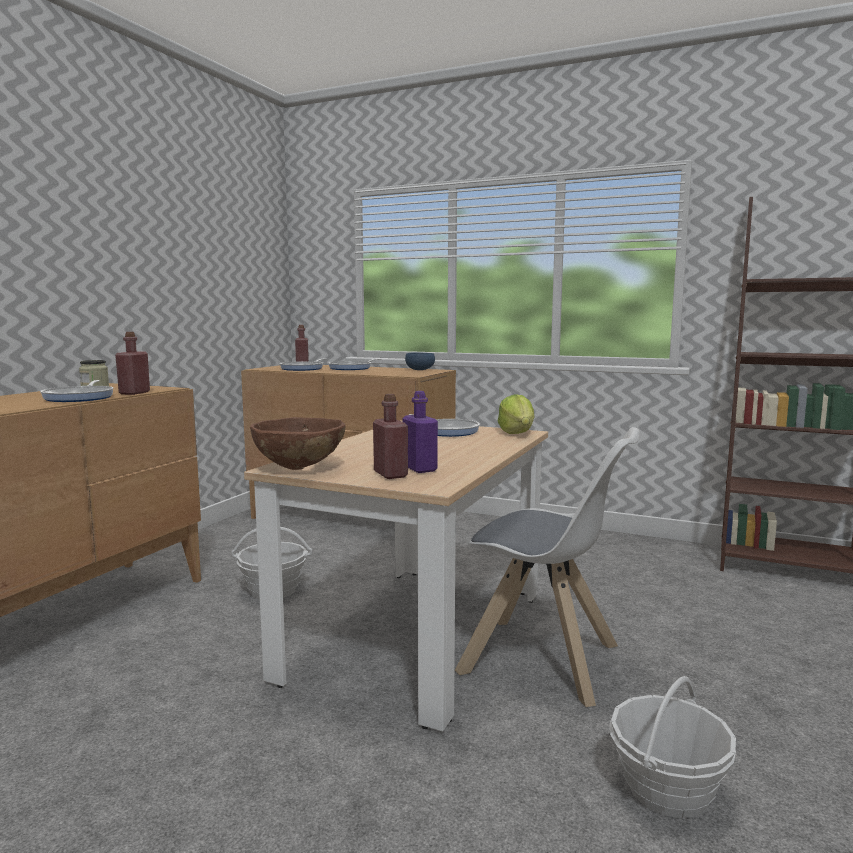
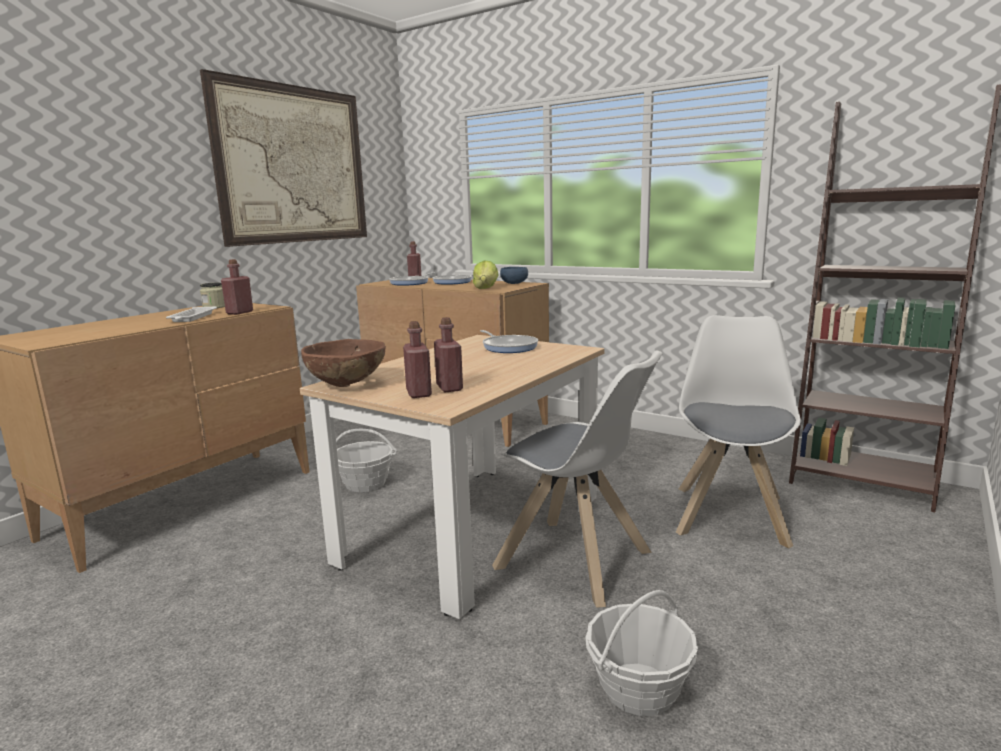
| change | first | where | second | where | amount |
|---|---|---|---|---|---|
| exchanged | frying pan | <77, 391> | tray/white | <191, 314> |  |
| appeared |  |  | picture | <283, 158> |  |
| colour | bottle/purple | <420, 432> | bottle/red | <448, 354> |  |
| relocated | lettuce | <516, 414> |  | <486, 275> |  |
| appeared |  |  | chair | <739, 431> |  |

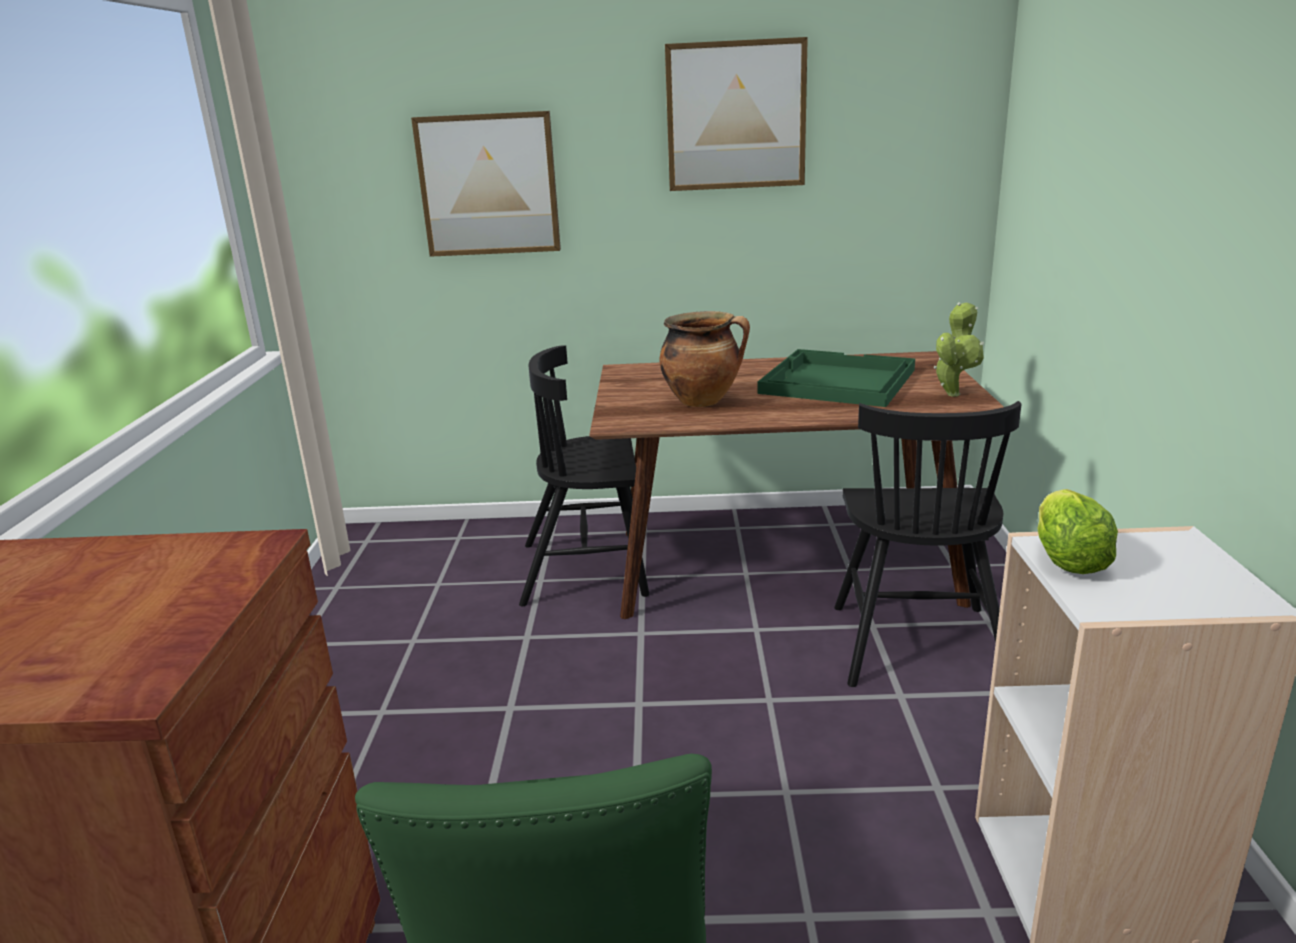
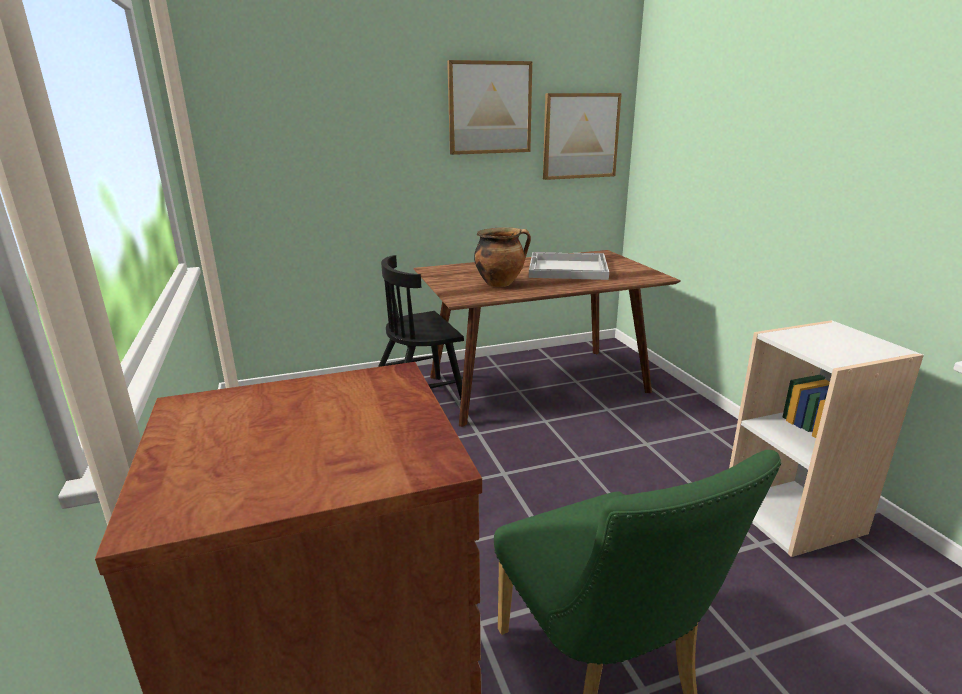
| change | first | where | second | where | amount |
|---|---|---|---|---|---|
| colour | tray/green | <836, 378> | tray/white | <569, 266> |  |
| relocated | picture | <486, 184> |  | <582, 136> |  |
| missing | chair/black | <928, 544> |  |  |  |
| missing | potted plant | <959, 349> |  |  |  |
| missing | lettuce | <1077, 531> |  |  |  |

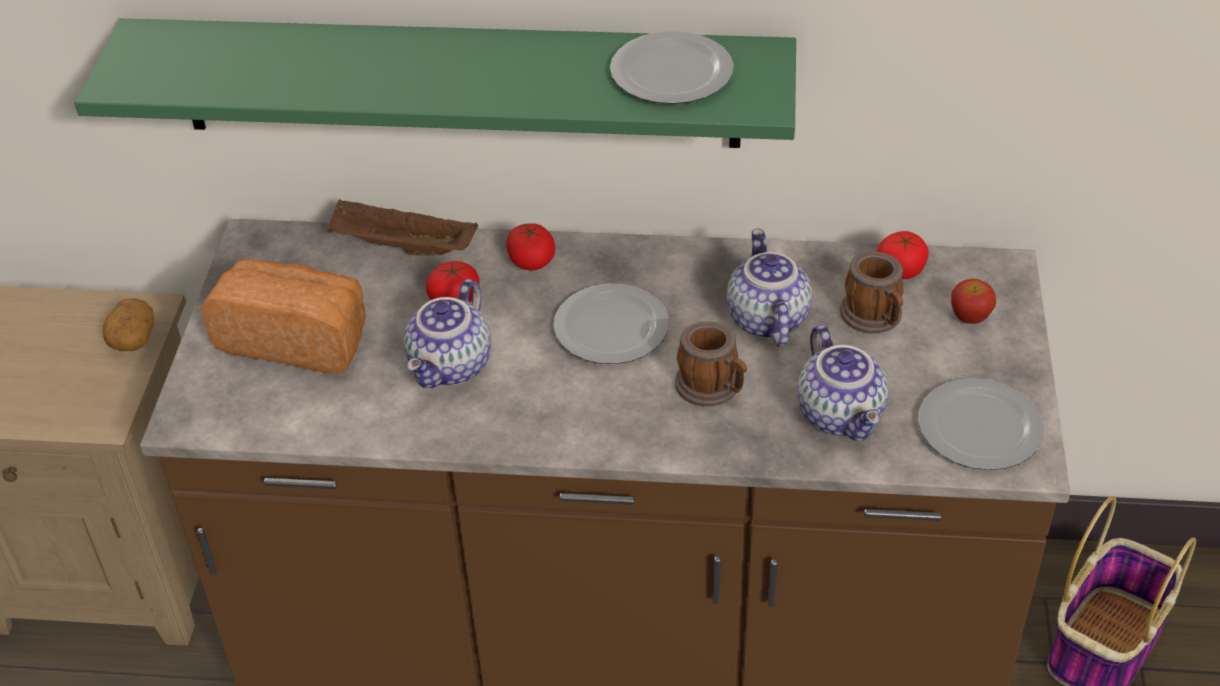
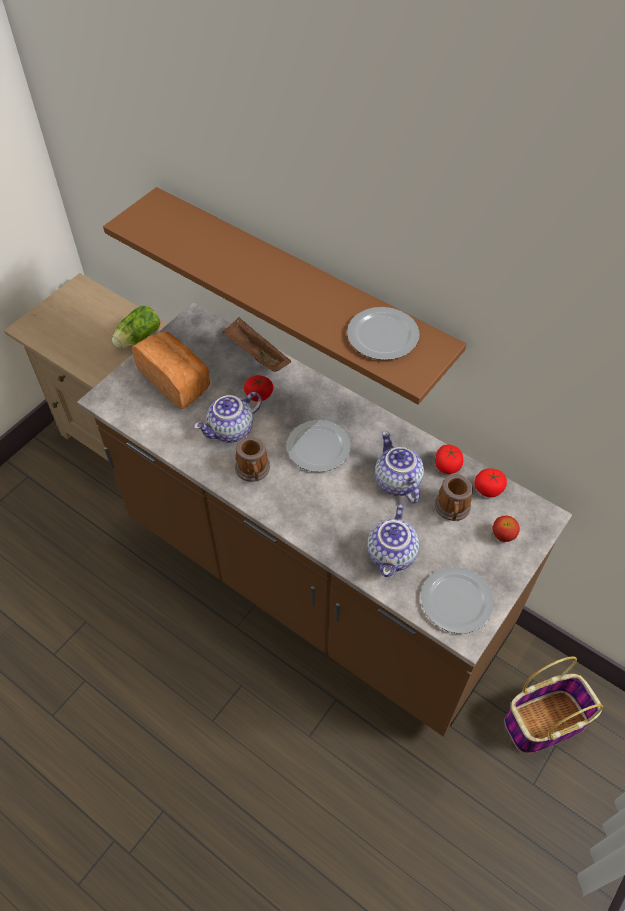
| change | first | where | second | where | amount |
|---|---|---|---|---|---|
| colour | shelf/green | <435, 83> | shelf/brown | <284, 296> |  |
| exchanged | potato | <128, 324> | lettuce | <136, 327> |  |
| relocated | mug | <711, 364> |  | <252, 459> |  |
| spun | teapot | <769, 288> |  | <399, 467> | 45 degrees counterclockwise |
| relocated | tomato | <530, 246> |  | <449, 459> |  |

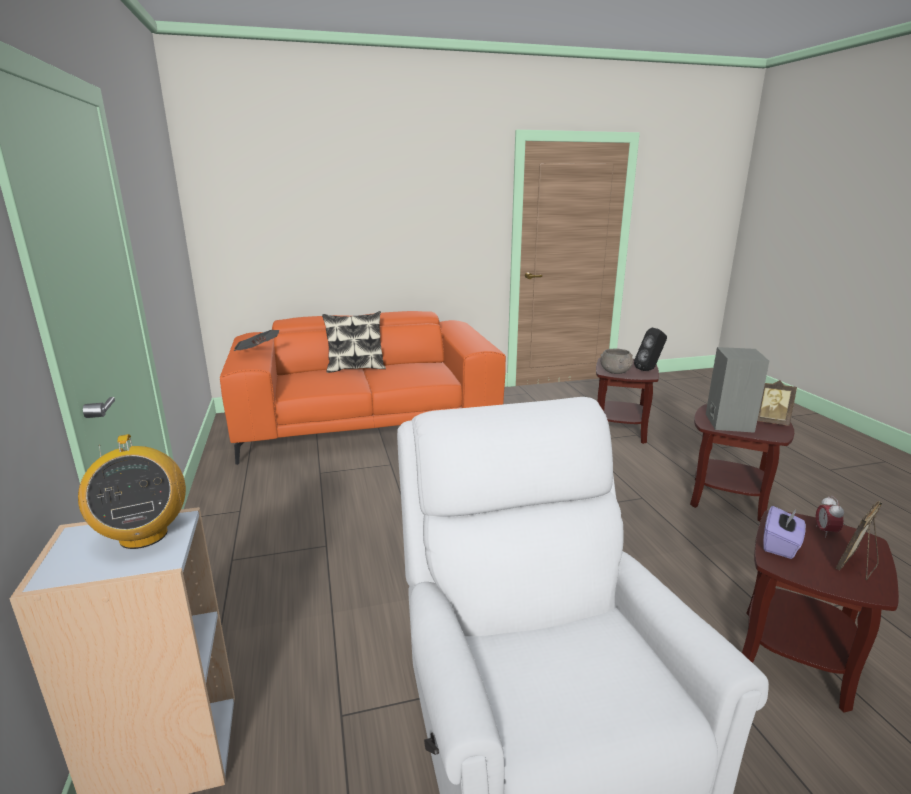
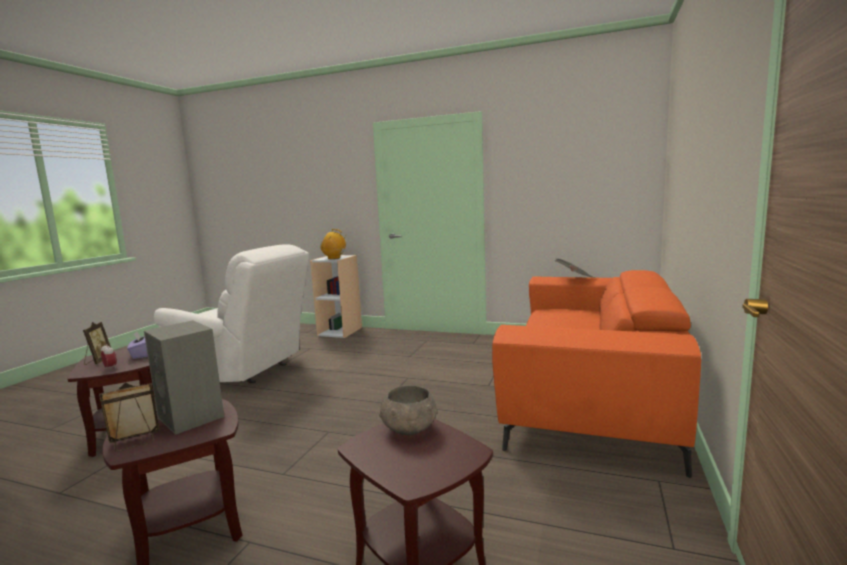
| change | first | where | second | where | amount |
|---|---|---|---|---|---|
| missing | pillow | <354, 342> |  |  |  |
| missing | speaker/black | <650, 349> |  |  |  |

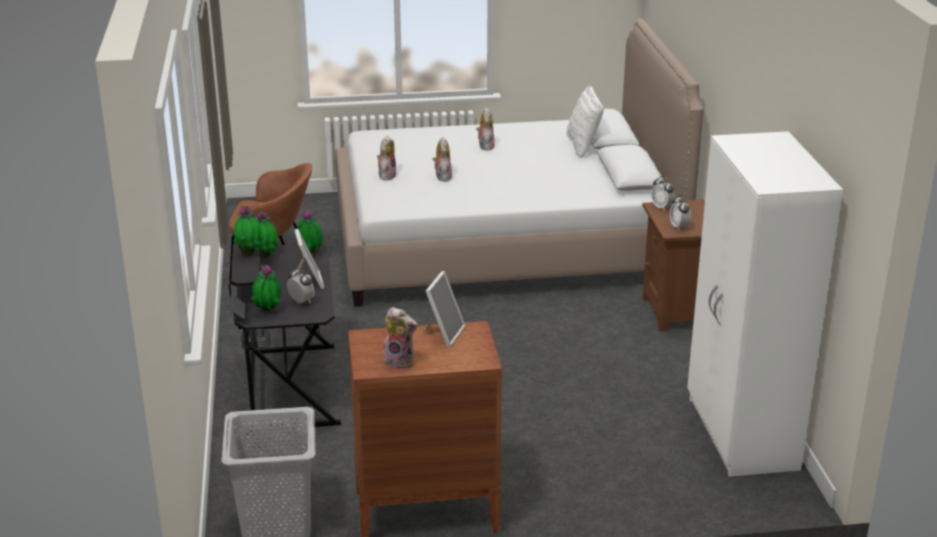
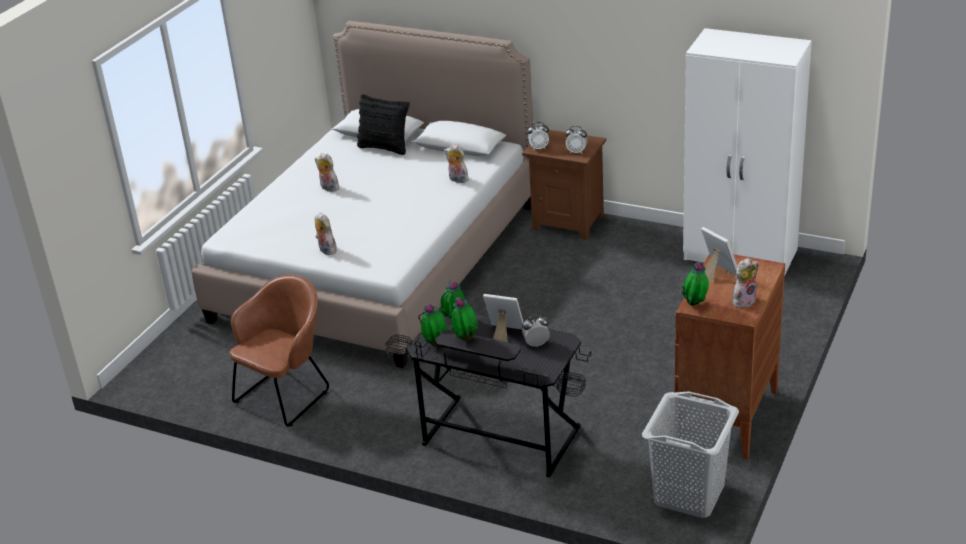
| change | first | where | second | where | amount |
|---|---|---|---|---|---|
| colour | pillow/white | <585, 122> | pillow/black | <383, 124> |  |
| relocated | plush toy | <442, 158> |  | <456, 163> |  |
| relocated | potted plant | <266, 288> |  | <695, 284> |  |

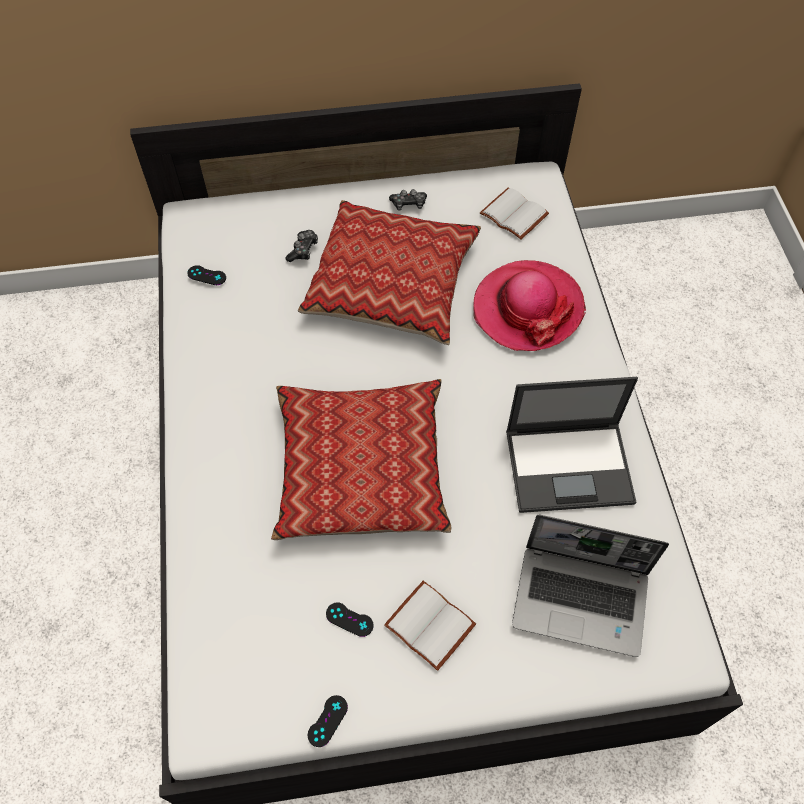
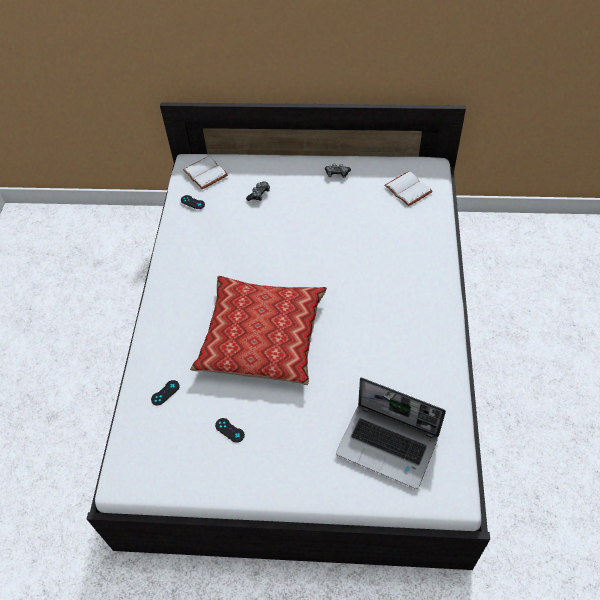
| change | first | where | second | where | amount |
|---|---|---|---|---|---|
| relocated | game controller/black | <328, 721> |  | <165, 393> |  |
| relocated | book/white | <430, 626> |  | <205, 172> |  |
| missing | pillow | <389, 272> |  |  |  |
| missing | hat | <529, 305> |  |  |  |
| missing | laptop | <572, 445> |  |  |  |

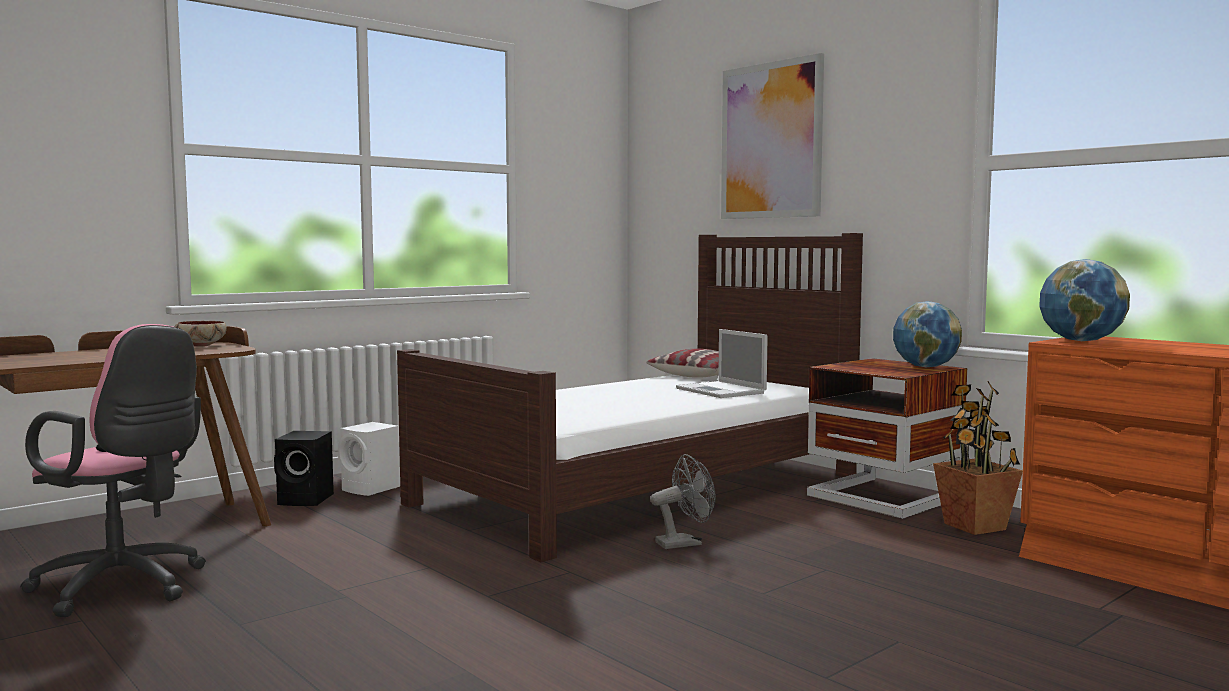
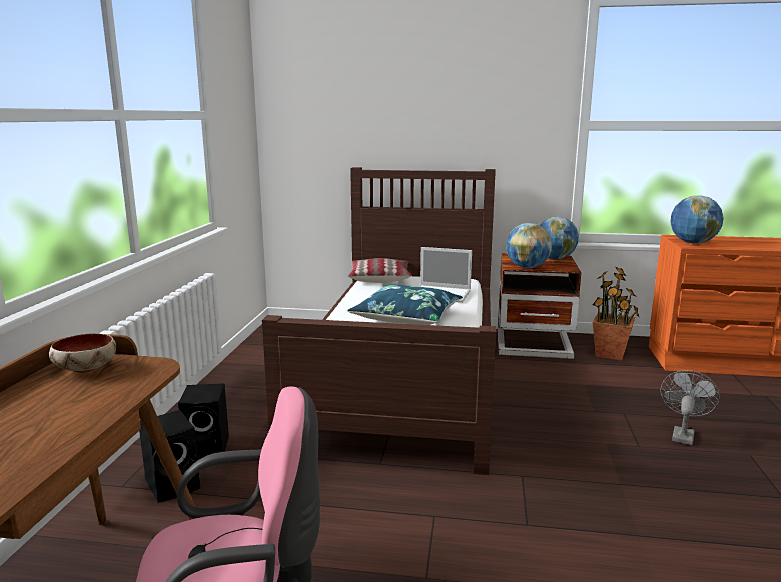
| change | first | where | second | where | amount |
|---|---|---|---|---|---|
| colour | speaker/white | <369, 459> | speaker/black | <203, 421> |  |
| appeared |  |  | pillow/blue | <405, 305> |  |
| appeared |  |  | globe | <529, 245> |  |
| relocated | fan/grey | <683, 501> |  | <690, 407> |  |
| missing | picture | <772, 136> |  |  |  |

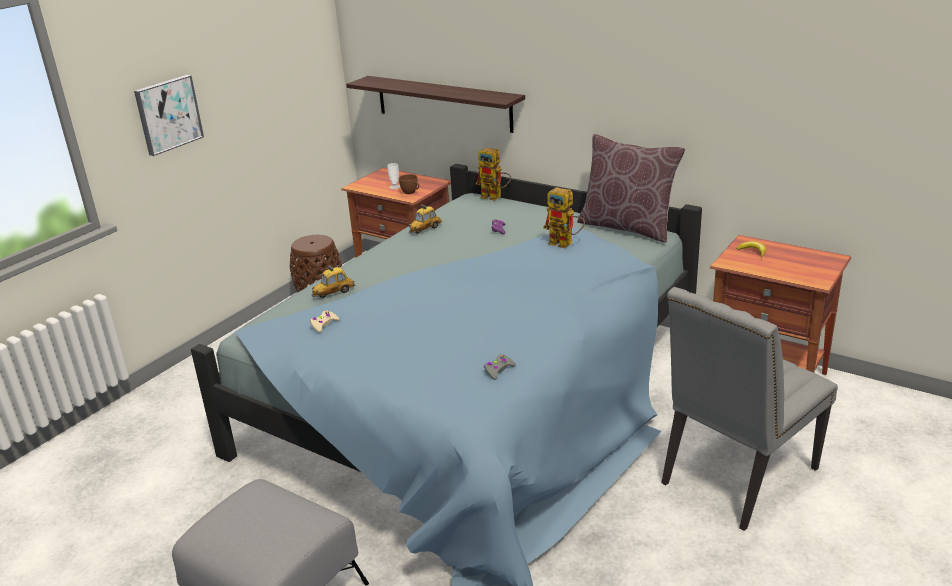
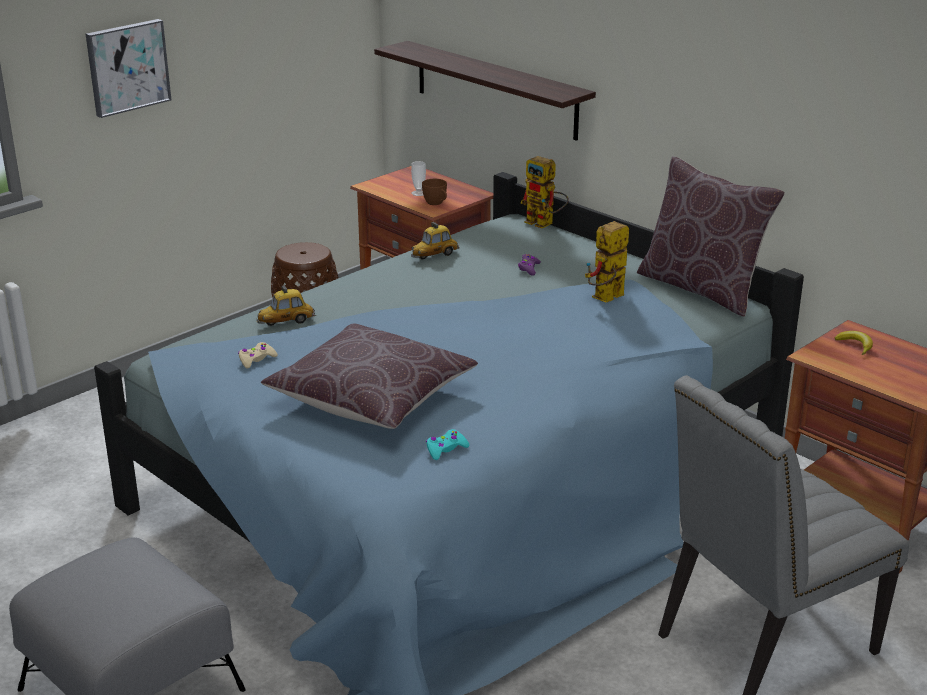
| change | first | where | second | where | amount |
|---|---|---|---|---|---|
| appeared |  |  | pillow/brown | <369, 376> |  |
| colour | game controller/grey | <500, 367> | game controller/turquoise | <447, 444> |  |
| spun | toy robot | <564, 217> |  | <607, 261> | 90 degrees clockwise |

